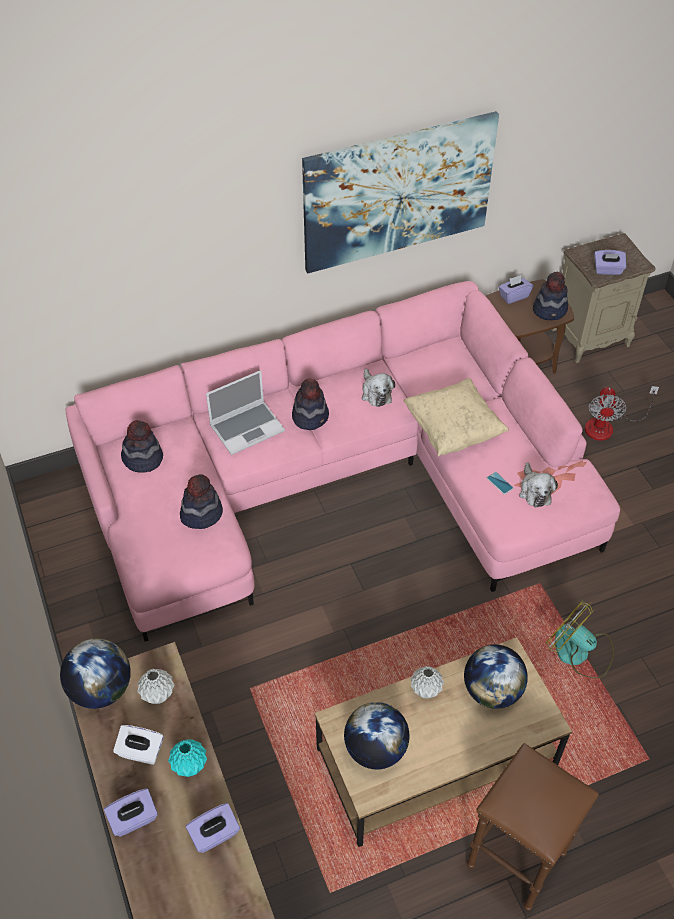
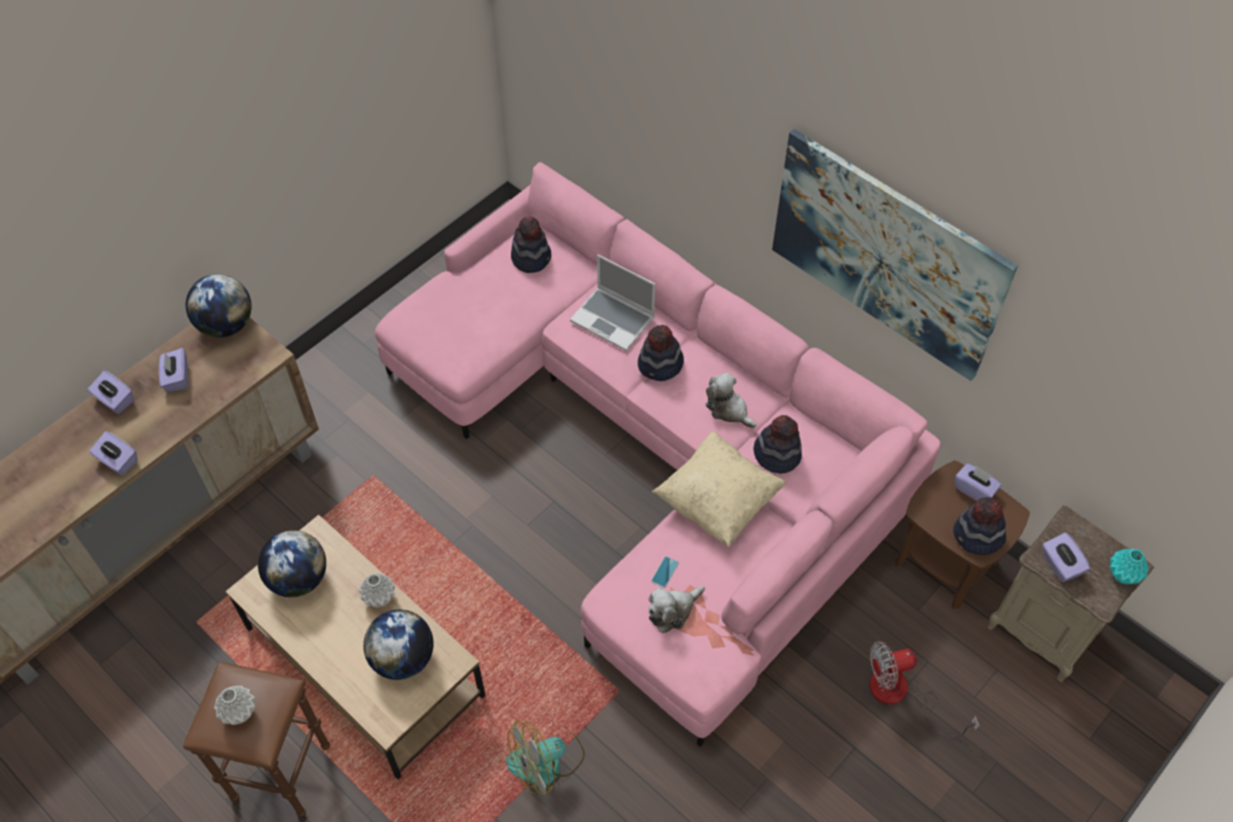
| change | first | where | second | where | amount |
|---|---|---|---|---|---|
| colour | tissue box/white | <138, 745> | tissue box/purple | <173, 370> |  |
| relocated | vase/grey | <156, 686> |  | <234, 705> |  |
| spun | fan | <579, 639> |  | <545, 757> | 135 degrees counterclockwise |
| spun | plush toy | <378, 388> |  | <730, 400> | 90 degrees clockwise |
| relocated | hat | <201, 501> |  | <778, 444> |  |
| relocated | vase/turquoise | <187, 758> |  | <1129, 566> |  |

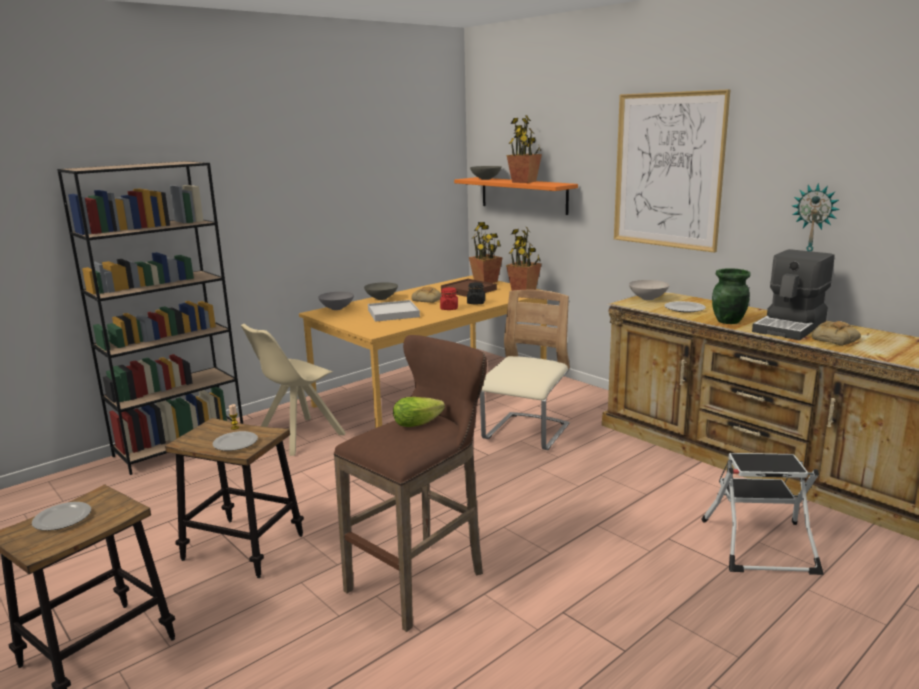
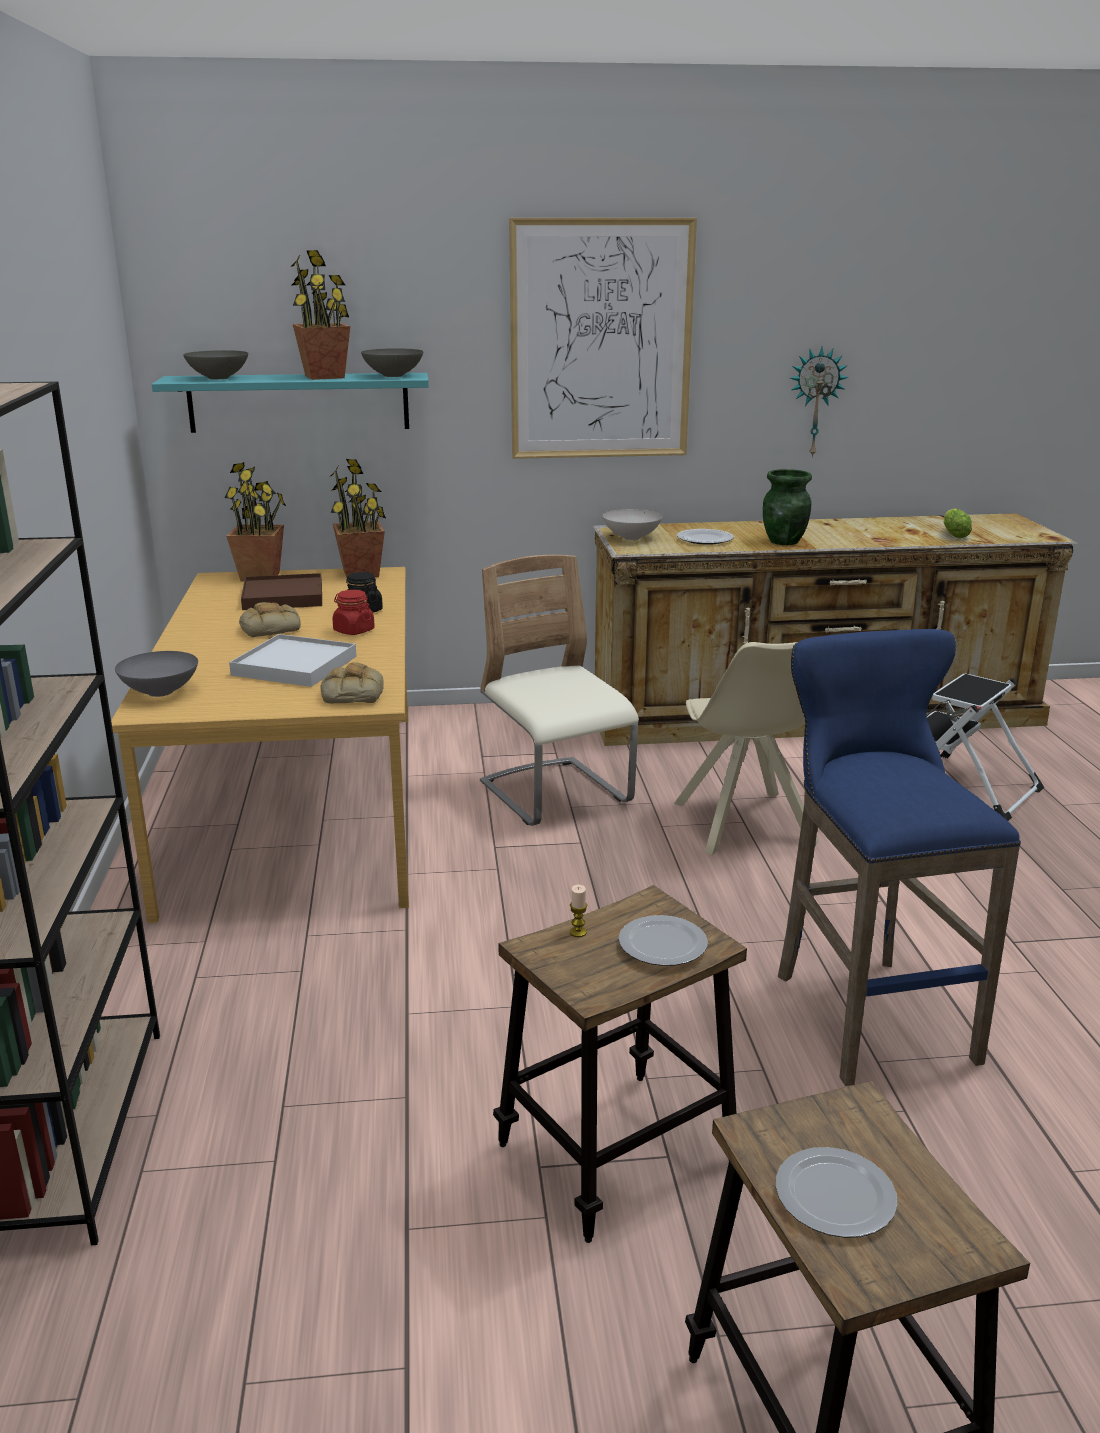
| change | first | where | second | where | amount |
|---|---|---|---|---|---|
| colour | shelf/orange | <516, 196> | shelf/turquoise | <290, 403> |  |
| relocated | bread | <836, 333> |  | <352, 682> |  |
| relocated | bowl/grey | <381, 291> |  | <392, 362> |  |
| relocated | chair/beige | <293, 390> |  | <746, 748> |  |
| colour | stool/brown | <410, 483> | stool/blue | <899, 857> |  |
| relocated | lettuce | <419, 412> |  | <958, 523> |  |
| missing | coffee machine | <793, 294> |  |  |  |

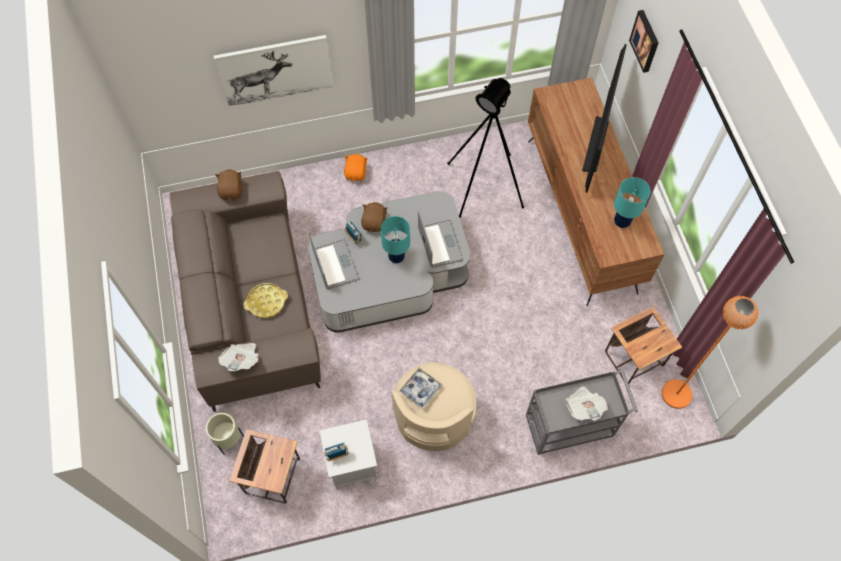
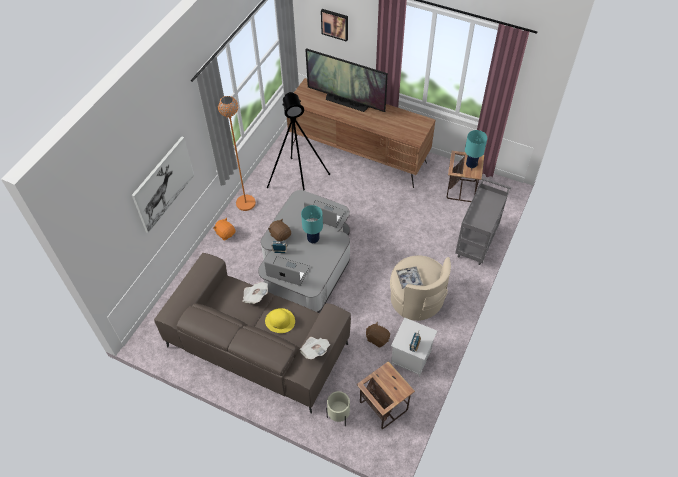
| change | first | where | second | where | amount |
|---|---|---|---|---|---|
| relocated | floor lamp/orange | <710, 352> |  | <237, 153> |  |
| relocated | newspaper | <586, 404> |  | <255, 293> |  |
| exchanged | tray/yellow | <265, 300> | hat/yellow | <280, 320> |  |
| spun | television | <604, 118> |  | <346, 80> | 150 degrees clockwise |
| relocated | plush toy/brown | <228, 185> |  | <378, 334> |  |
| relocated | table lamp/turquoise | <632, 202> |  | <476, 149> |  |

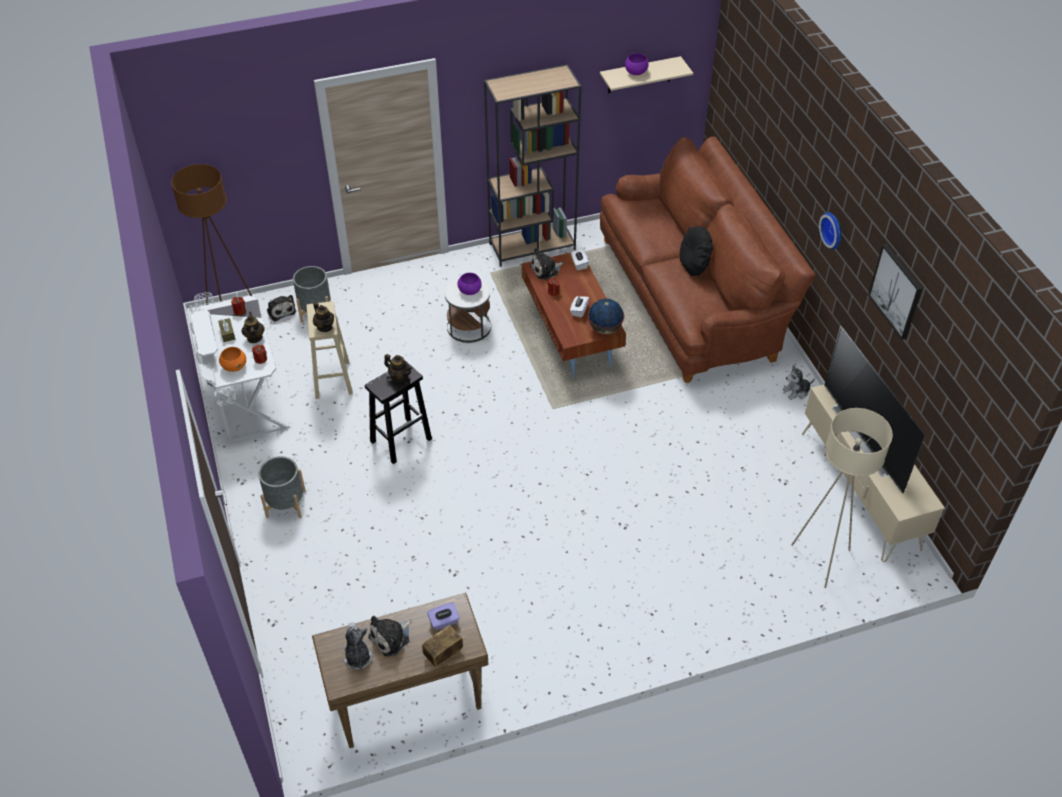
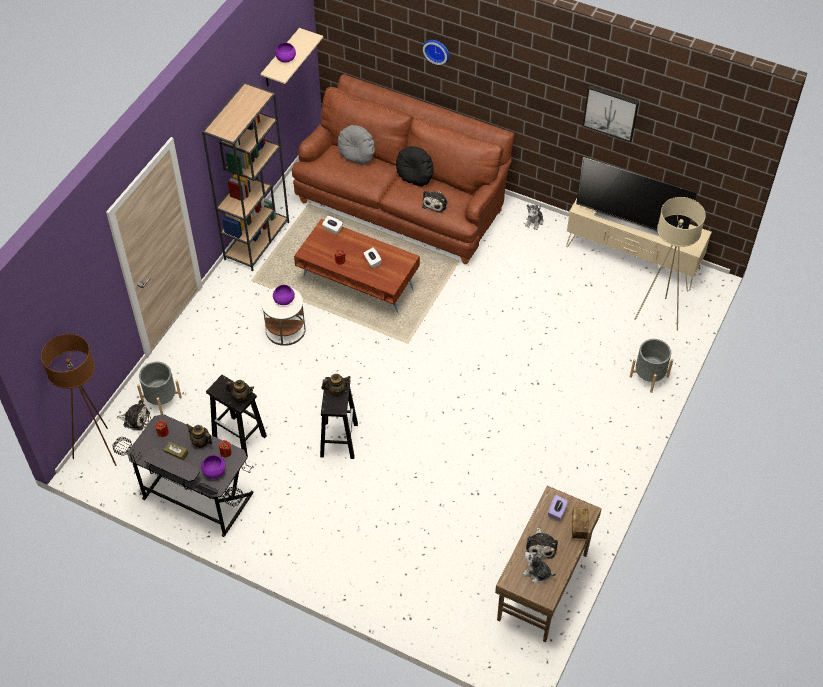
| change | first | where | second | where | amount |
|---|---|---|---|---|---|
| colour | desk/white | <240, 366> | desk/black | <183, 475> |  |
| colour | bowl/orange | <232, 359> | bowl/purple | <213, 467> |  |
| colour | stool/beige | <329, 350> | stool/black | <236, 416> |  |
| appeared |  |  | pillow/grey | <356, 145> |  |
| relocated | plush toy | <546, 264> |  | <435, 202> |  |
| relocated | wall clock | <830, 230> |  | <436, 52> |  |
| relocated | planter/grey | <282, 487> |  | <651, 366> |  |
| missing | globe | <606, 316> |  |  |  |

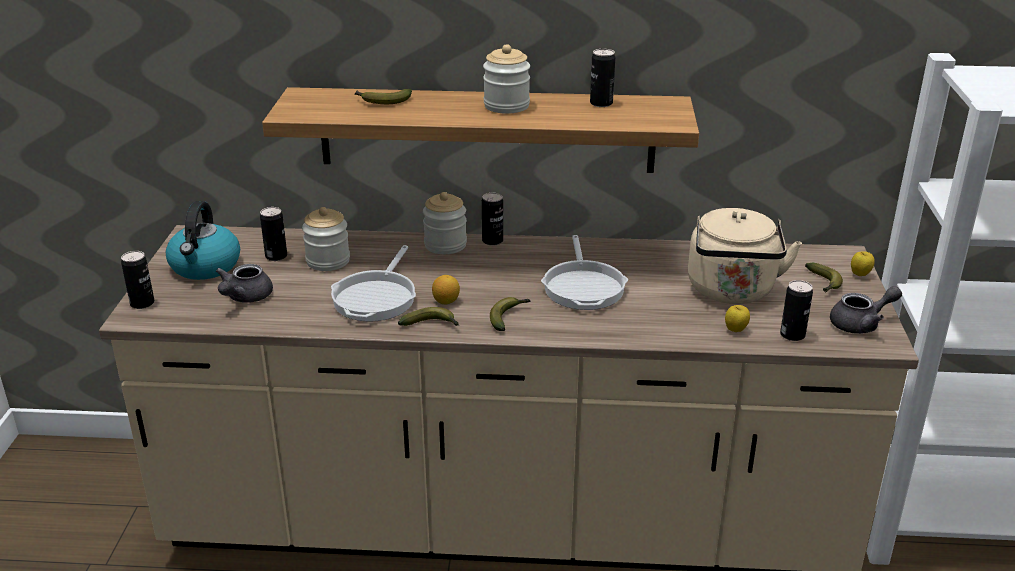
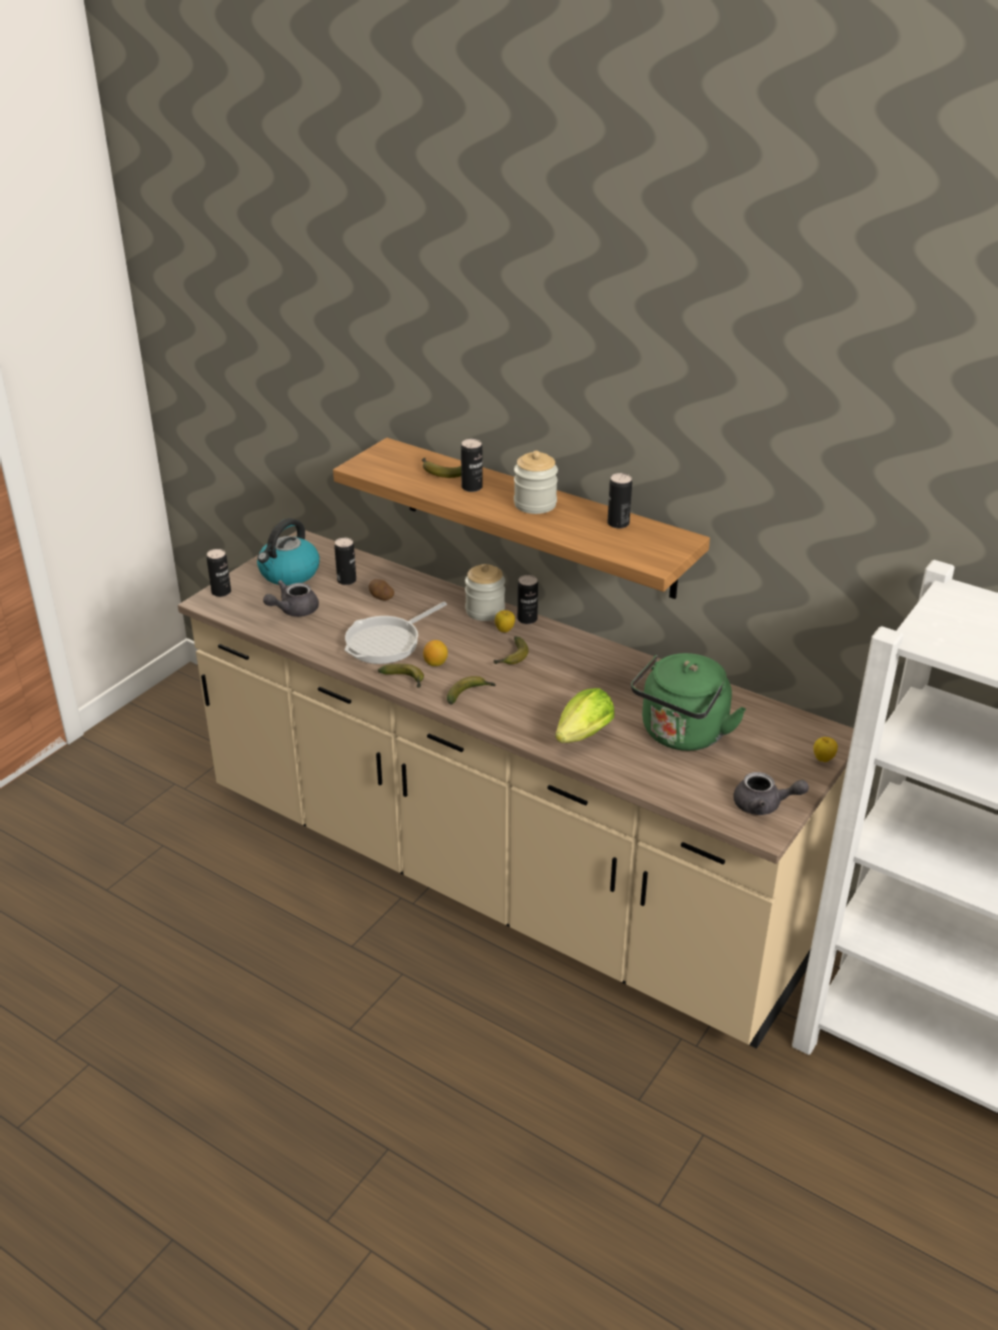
| change | first | where | second | where | amount |
|---|---|---|---|---|---|
| exchanged | jar | <326, 239> | potato | <381, 589> |  |
| relocated | can | <796, 310> |  | <472, 465> |  |
| relocated | banana | <824, 277> |  | <511, 650> |  |
| relocated | apple | <737, 318> |  | <505, 621> |  |
| appeared |  |  | lettuce | <585, 715> |  |
| colour | kettle/beige | <745, 256> | kettle/green | <688, 702> |  |
| missing | frying pan | <584, 272> |  |  |  |

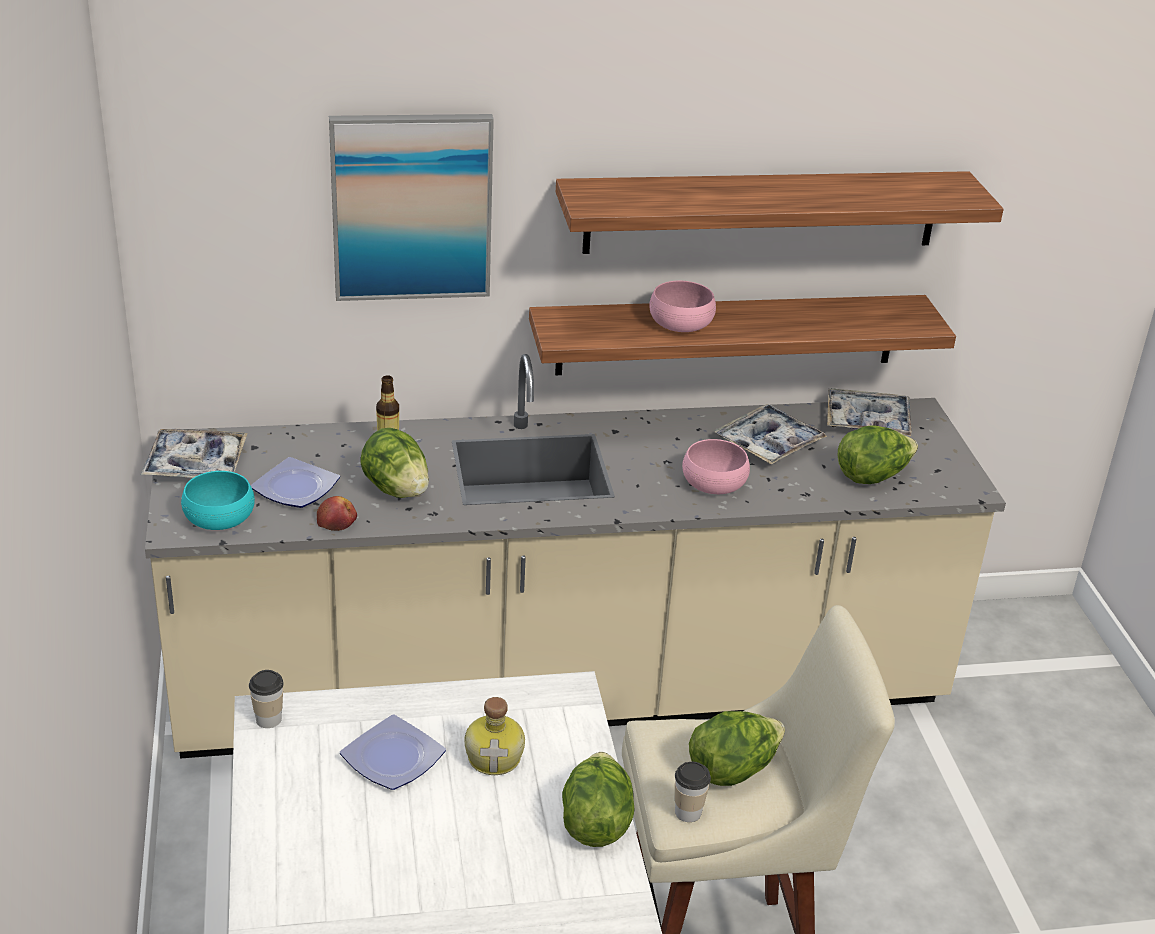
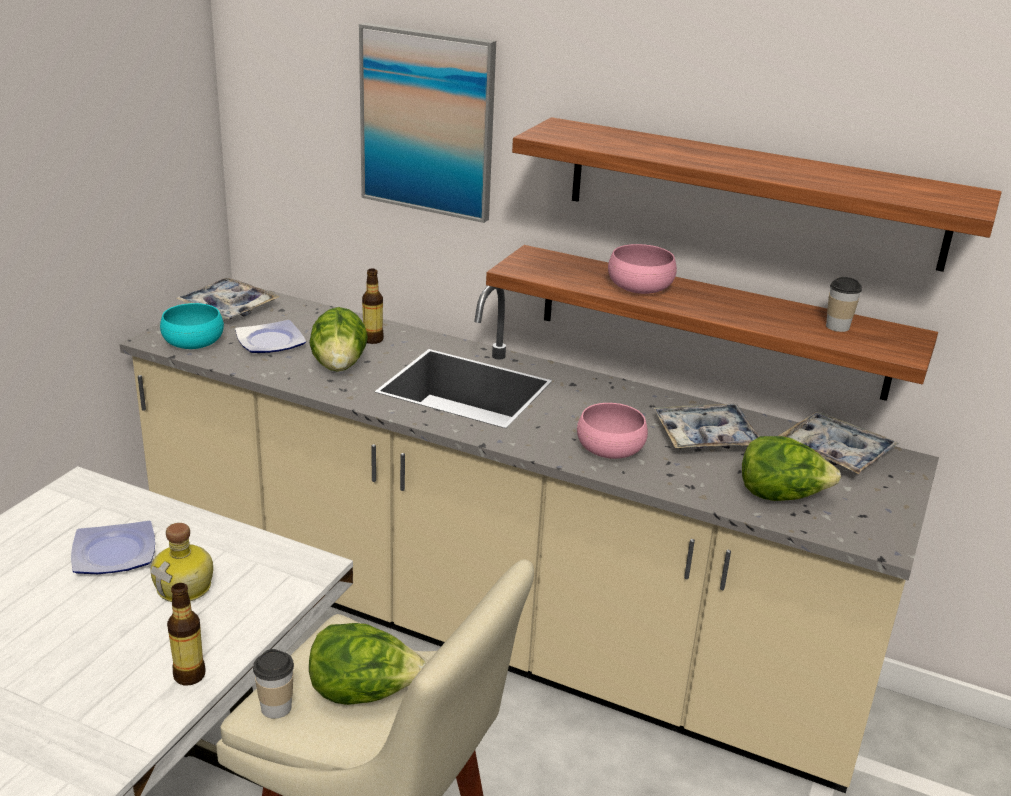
| change | first | where | second | where | amount |
|---|---|---|---|---|---|
| exchanged | lettuce | <598, 799> | bottle | <186, 634> |  |
| relocated | cup | <266, 699> |  | <844, 304> |  |
| missing | apple | <337, 513> |  |  |  |

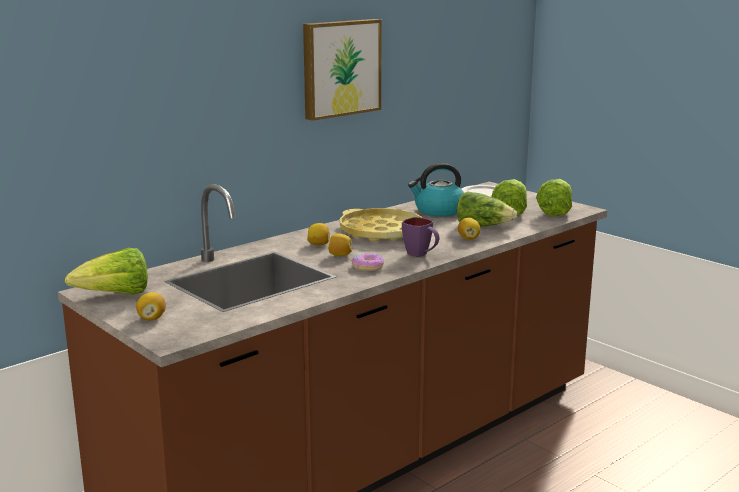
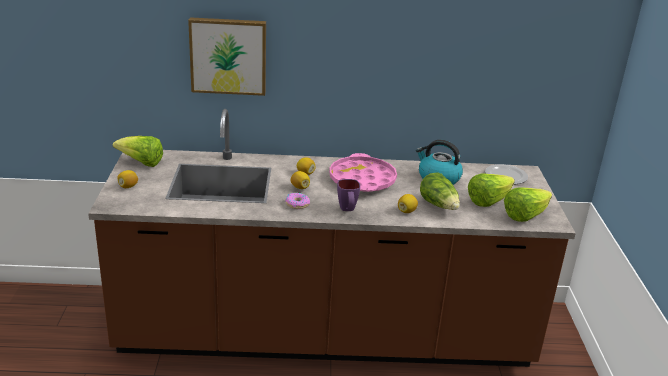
| change | first | where | second | where | amount |
|---|---|---|---|---|---|
| relocated | picture | <342, 70> |  | <227, 56> |  |
| colour | tray/yellow | <381, 225> | tray/pink | <363, 172> |  |

